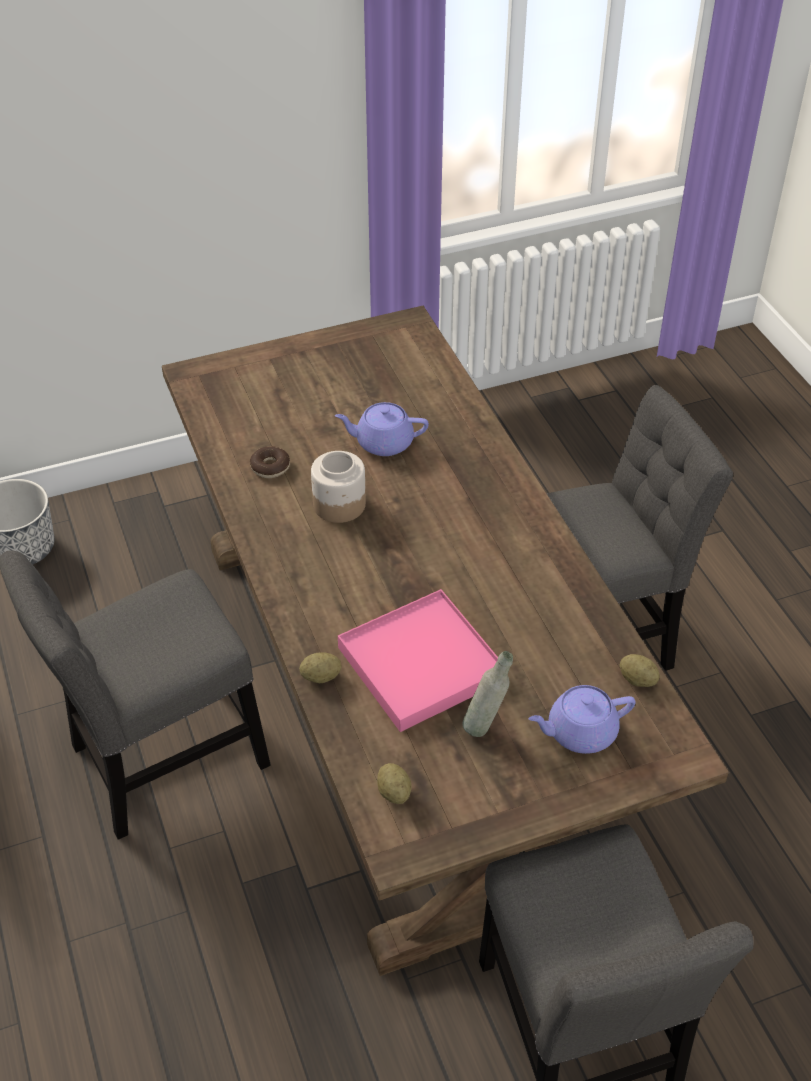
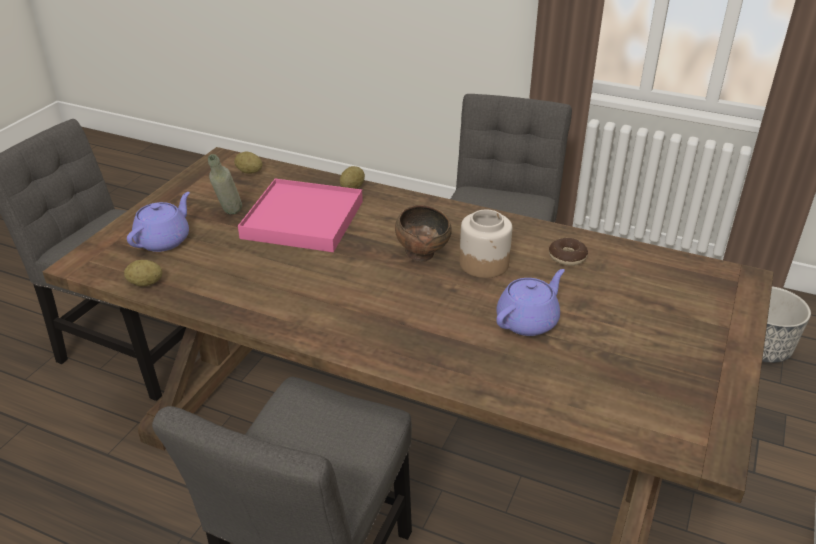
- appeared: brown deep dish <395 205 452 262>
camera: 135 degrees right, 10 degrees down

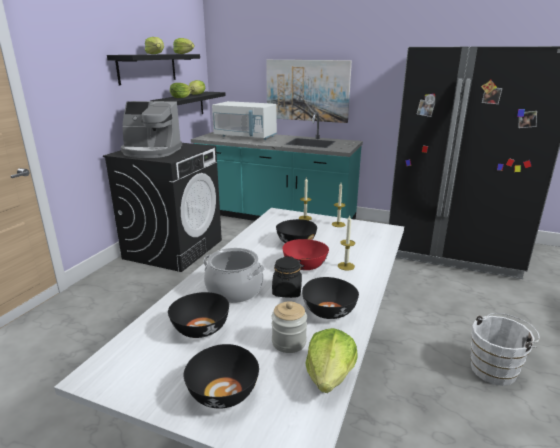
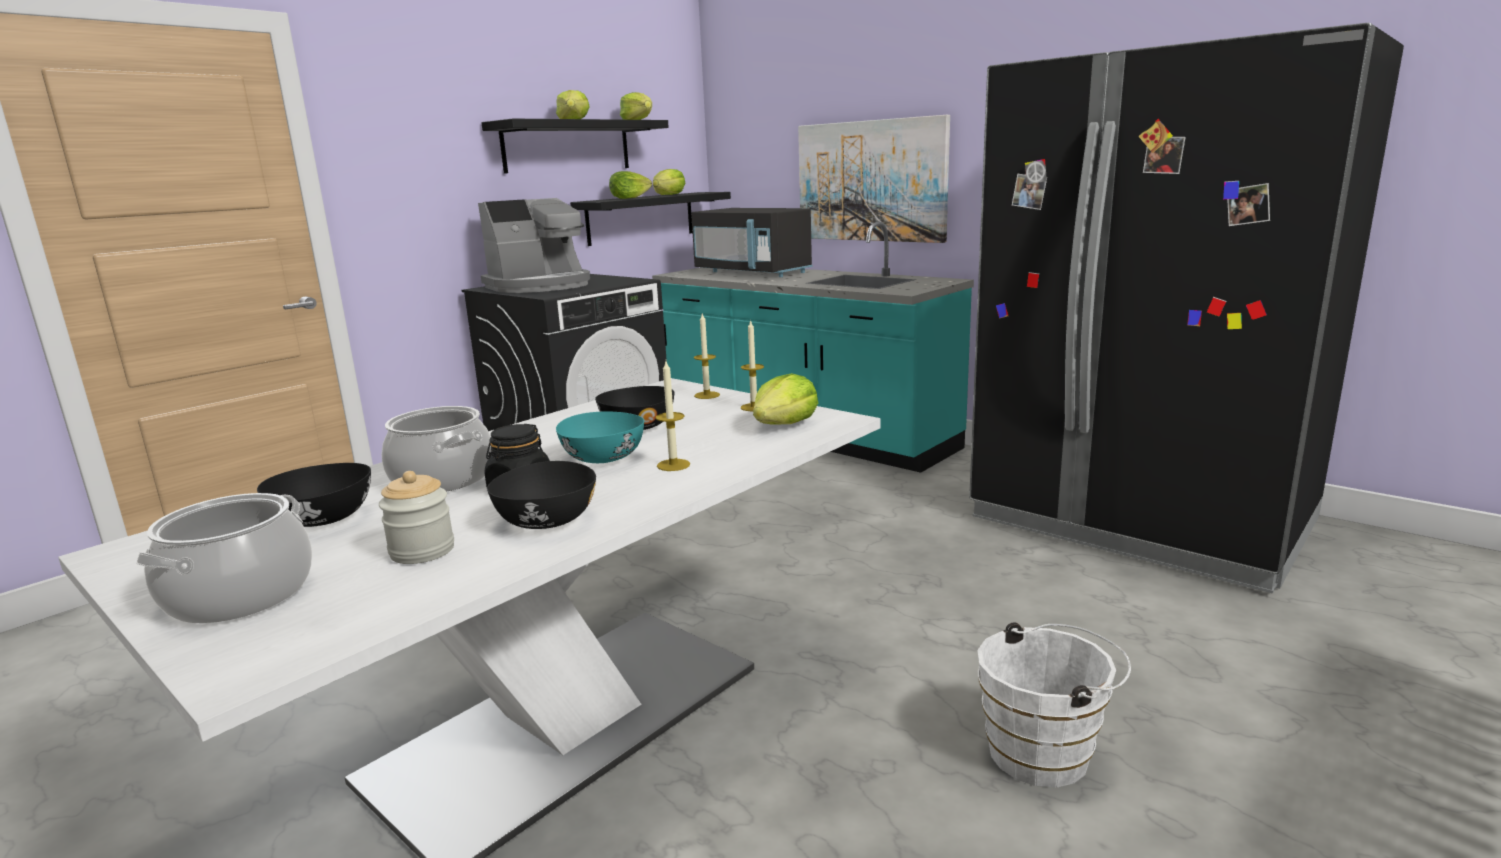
- spun: coffee brewer <121 101 182 158> = <478 198 590 293> 60 degrees counterclockwise
- exchanged: blackish deep dish <184 344 259 409> to saucepot <136 493 312 624>
- colour: white-coloured microwave oven <212 101 277 140> to blackish microwave oven <691 208 812 277>
- colour: reddish deep dish <283 239 329 270> to turquoise-coloured deep dish <556 412 644 463>
- relocated: lettuce head <305 328 358 393> to <753 373 818 425>
camera: 20 degrees right, 5 degrees down

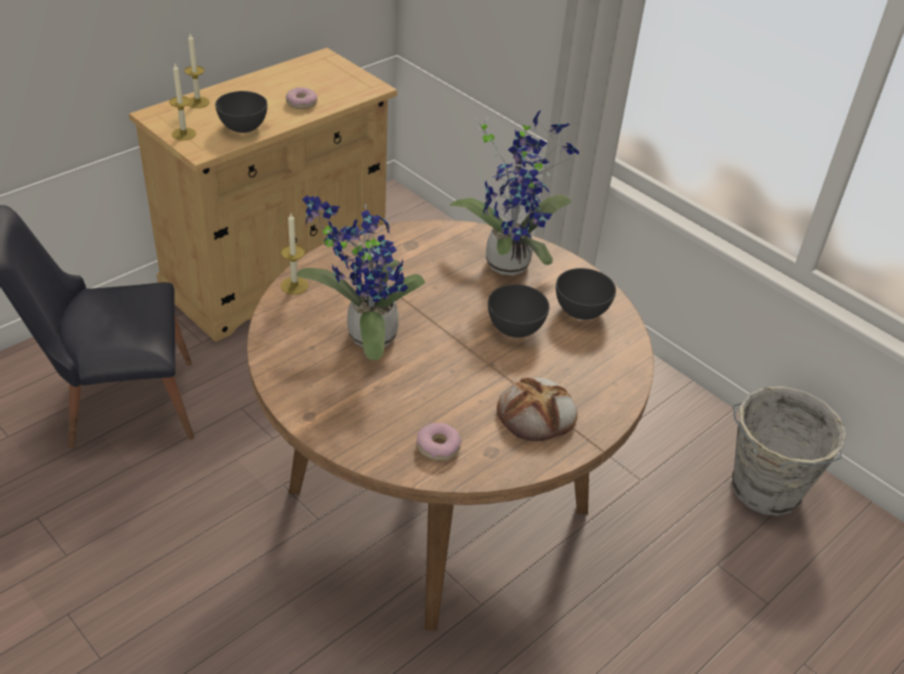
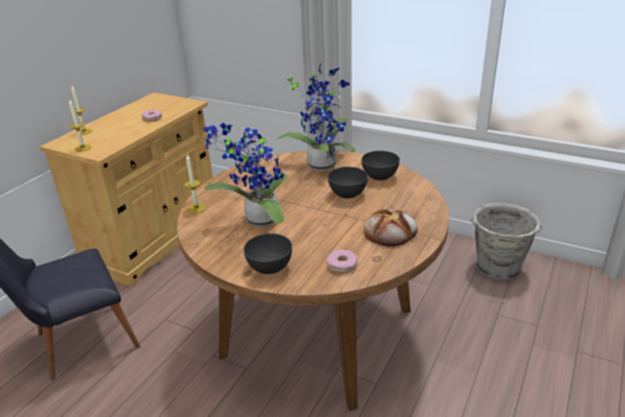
- relocated: greyish deep dish <215 91 267 133> to <244 233 292 274>
camera: 15 degrees left, 10 degrees down

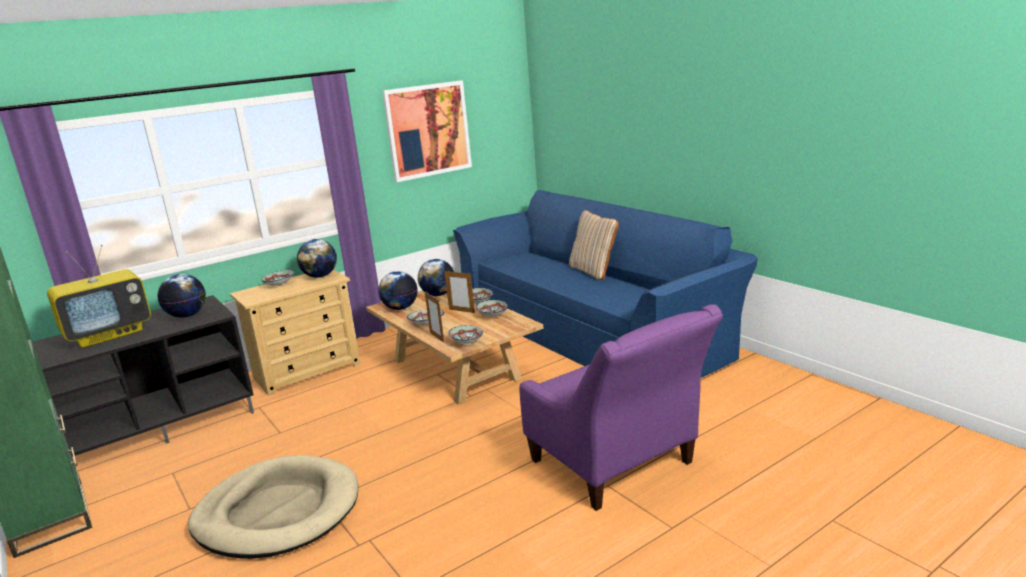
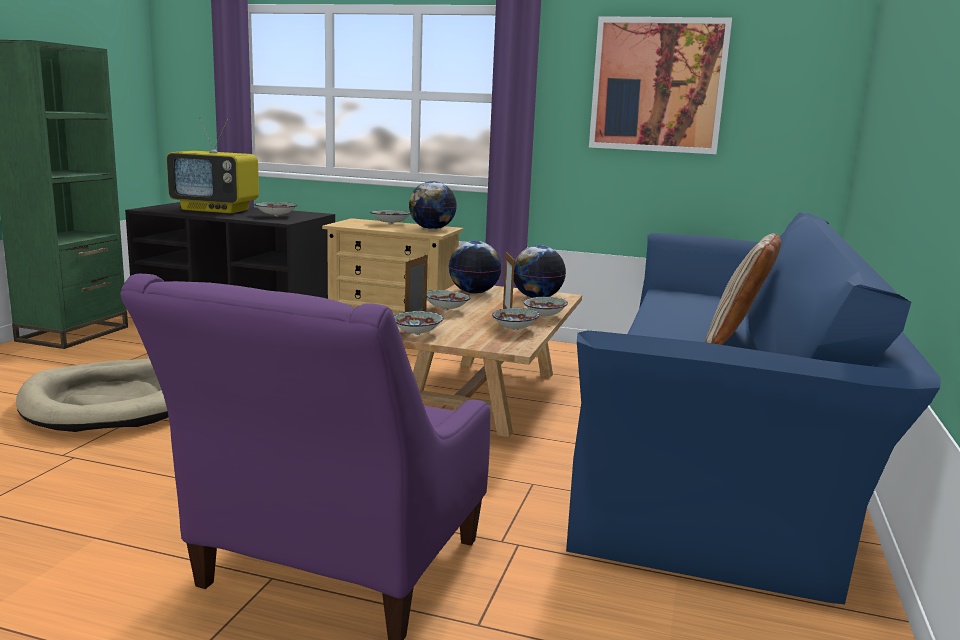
- exchanged: desk globe <157 274 206 318> to deep dish <254 202 298 217>
camera: 50 degrees right, 5 degrees down

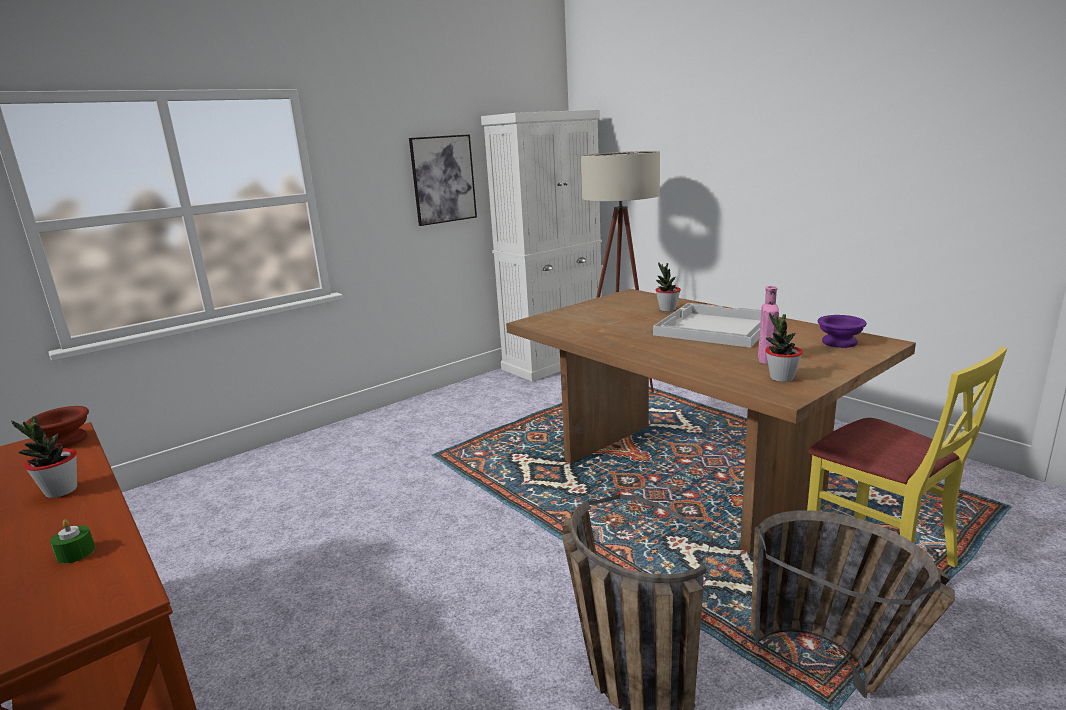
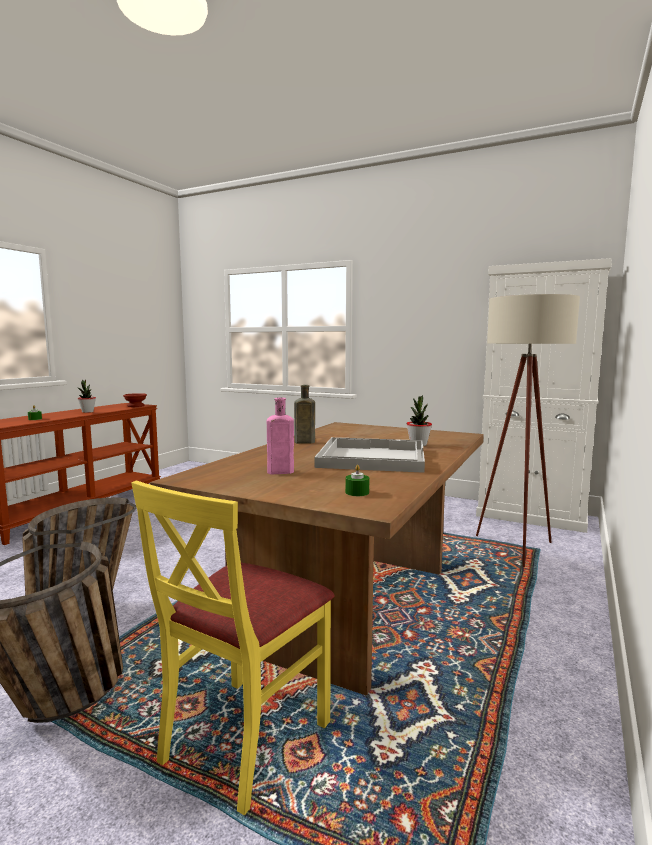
- missing: wall picture <409 134 477 226>
- missing: potted plant <765 313 803 382>
- exchanged: purple deep dish <818 315 867 348> to green-coloured wax light <345 465 369 496>
- appeared: brown bottle <294 385 315 444>
camera: 65 degrees right, 10 degrees down

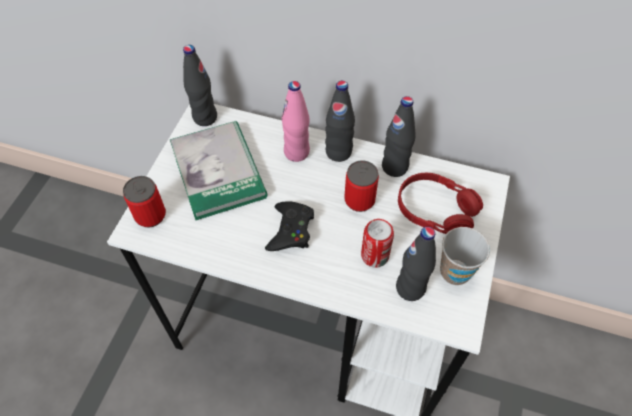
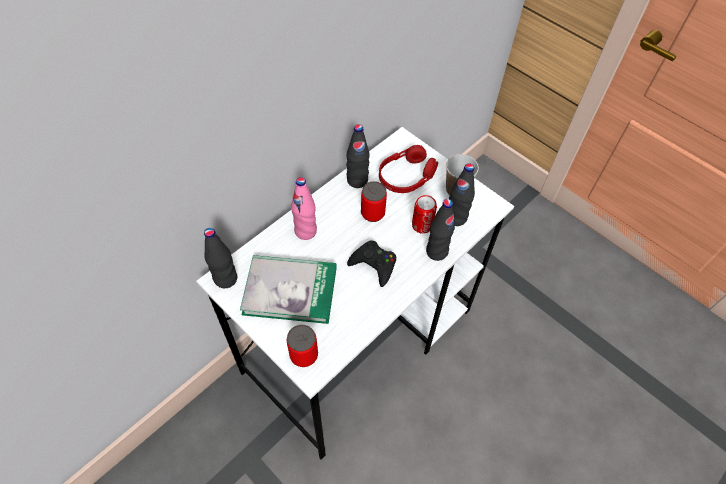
- relocated: blackish bottle <325 81 355 162> to <426 199 455 261>
camera: 65 degrees left, 0 degrees up

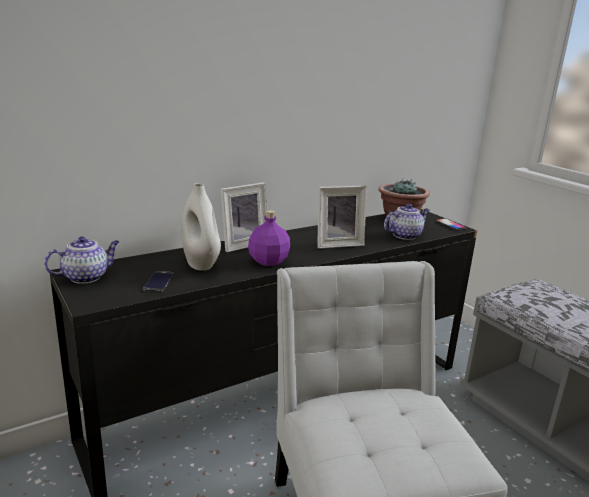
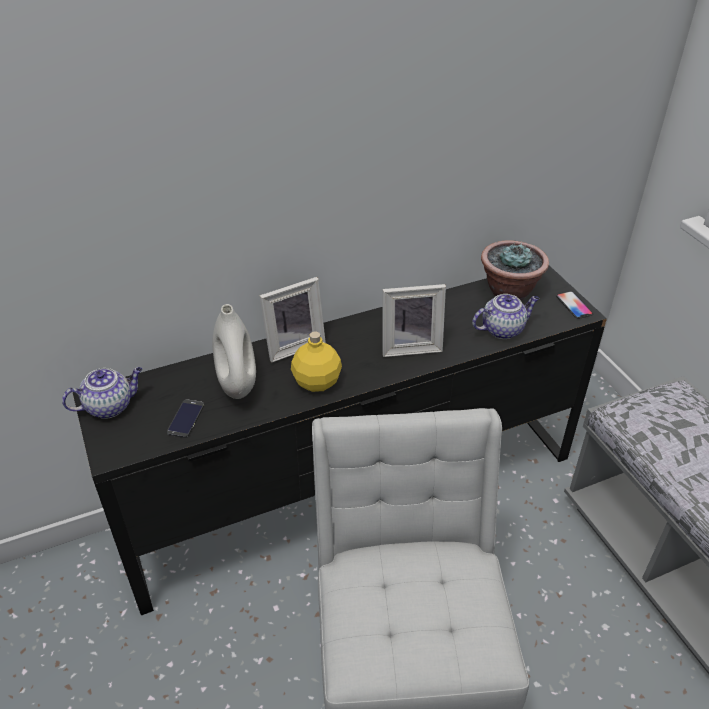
- colour: purple bottle <248 210 290 266> to yellow-coloured bottle <291 331 342 392>
camera: 10 degrees right, 20 degrees up

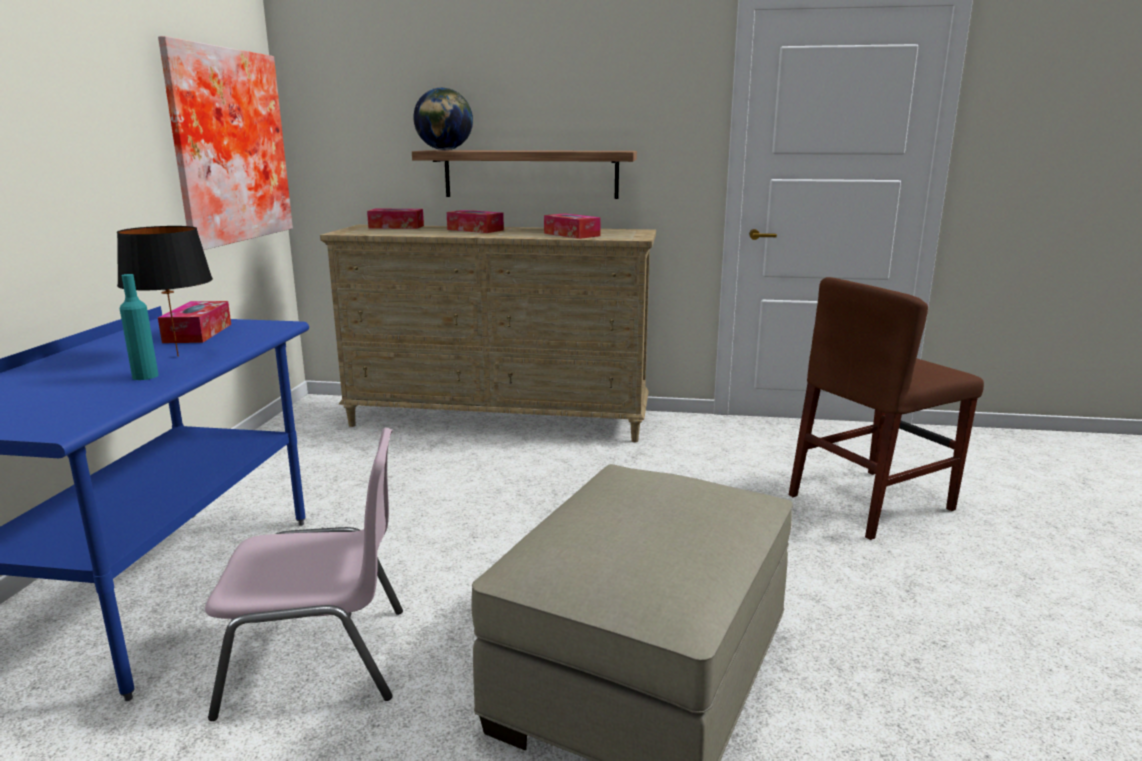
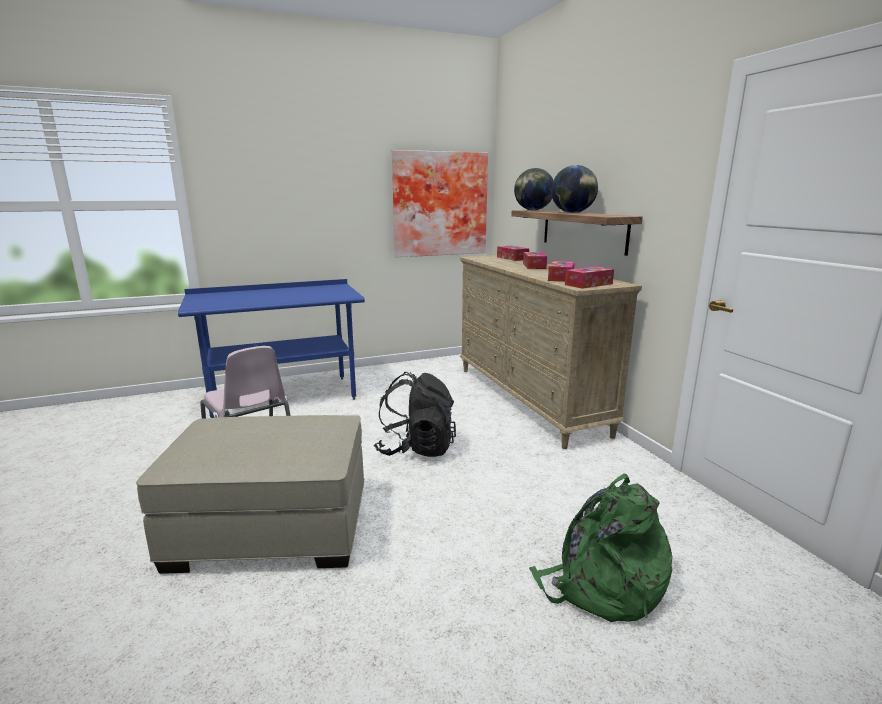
- missing: blackish lamp for a table <117 226 213 357>
- missing: turquoise-coloured bottle <120 274 159 380>
- relocated: tissue box <158 301 231 343> to <565 267 614 289>
- exchanged: brown plain chair <789 277 984 540> to green-coloured rucksack <529 473 673 622>
- appeared: blackish rucksack <374 372 456 457>
- appeared: desk globe <551 165 598 213>
camera: 60 degrees right, 0 degrees up

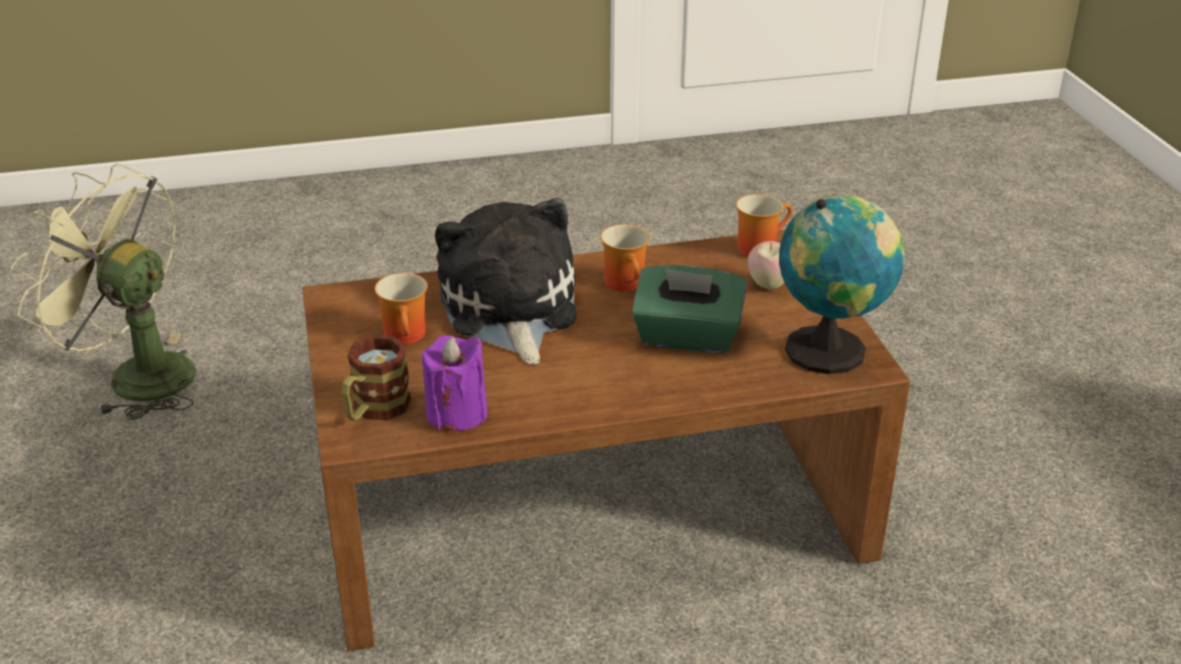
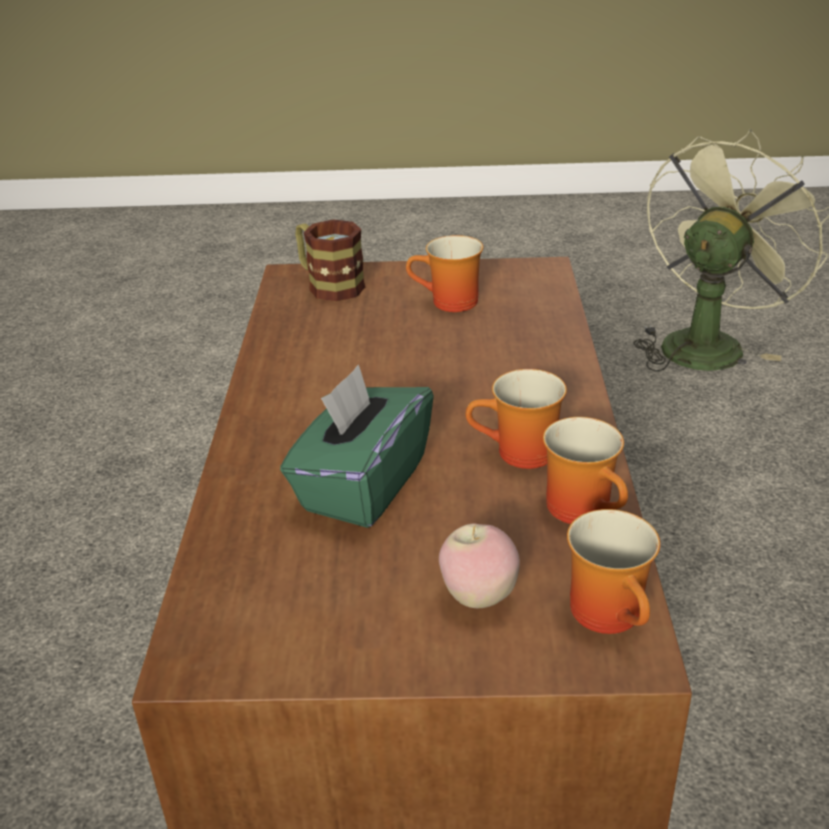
- missing: purple wax light <422 335 487 431>
- missing: soft toy <435 198 576 364>
- missing: desk globe <779 195 904 374>
- appeared: mug <543 417 628 524>
camera: 105 degrees right, 0 degrees up

